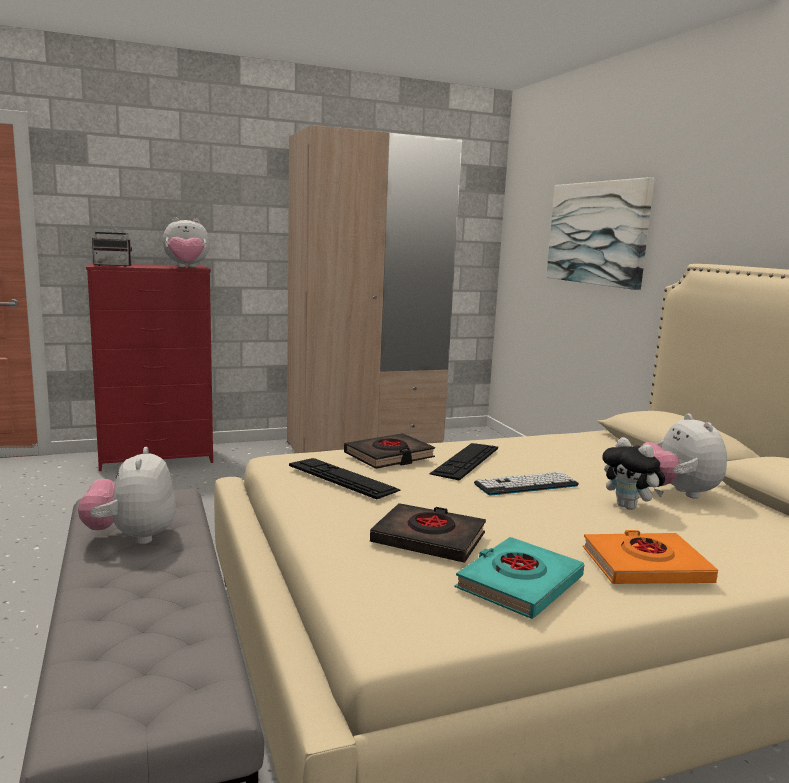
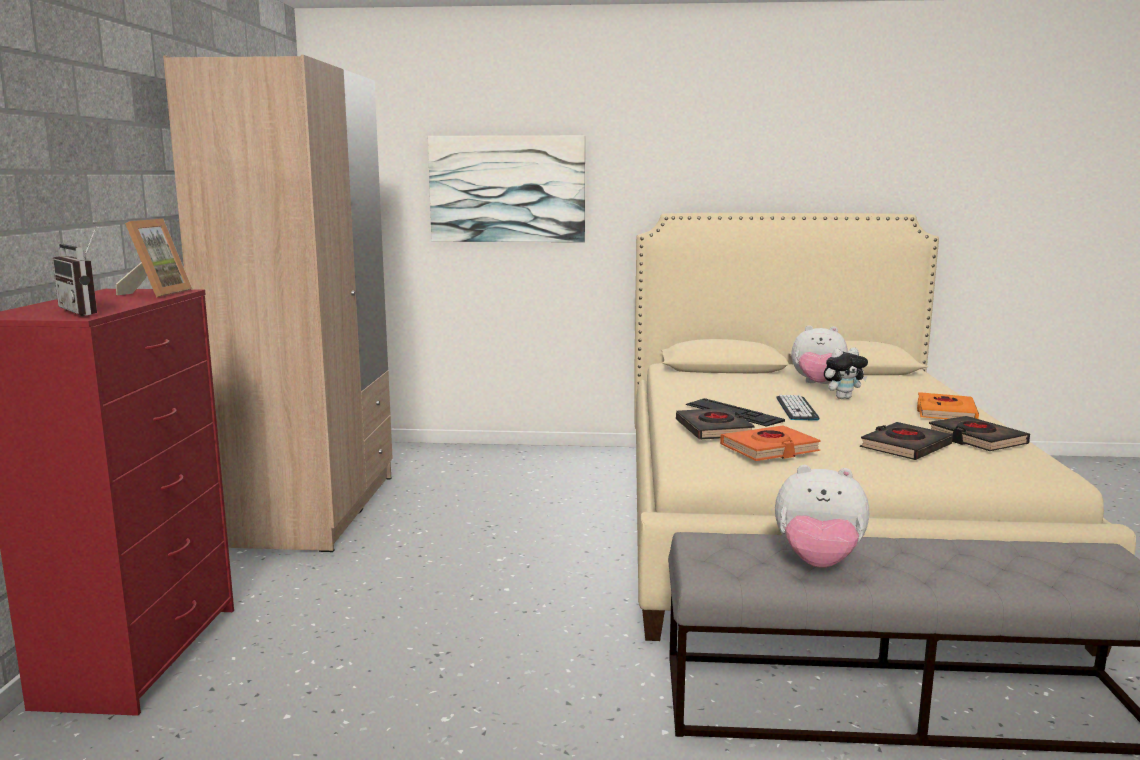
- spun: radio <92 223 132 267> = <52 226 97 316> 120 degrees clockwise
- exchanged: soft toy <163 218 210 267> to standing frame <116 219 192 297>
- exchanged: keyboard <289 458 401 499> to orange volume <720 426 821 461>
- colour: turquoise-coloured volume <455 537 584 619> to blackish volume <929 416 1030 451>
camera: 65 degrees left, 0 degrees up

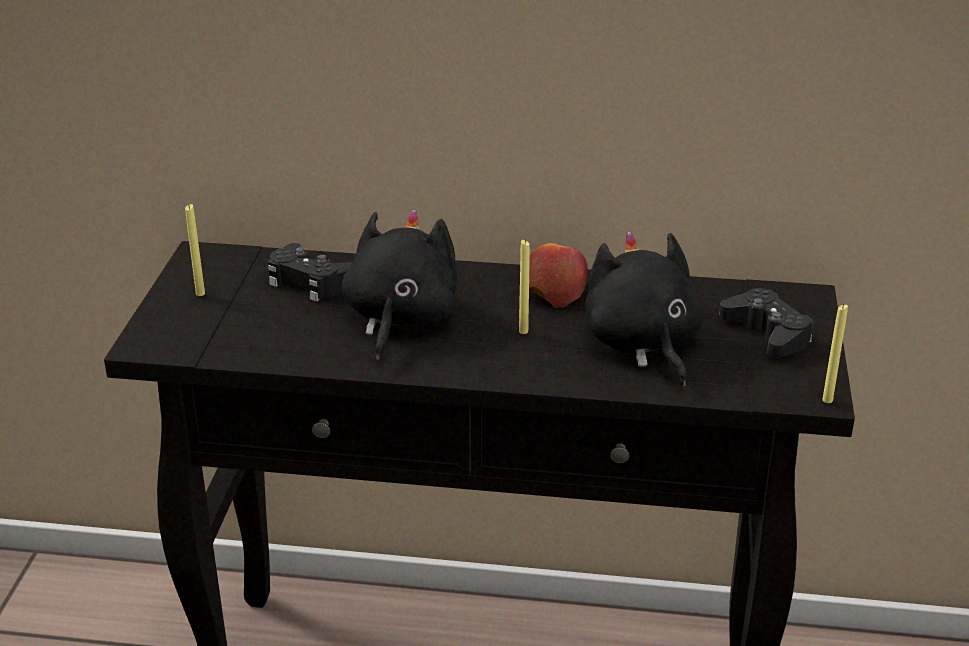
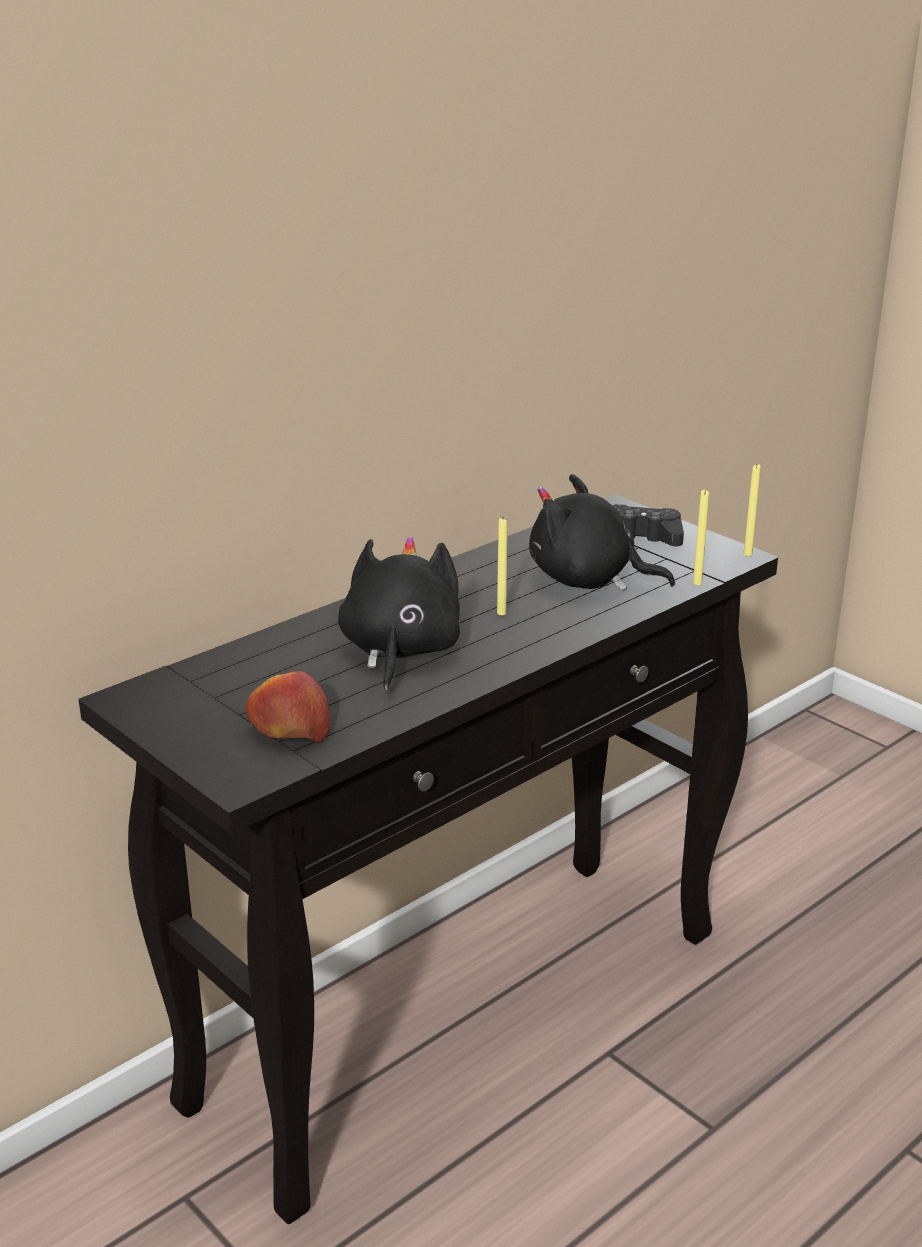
- relocated: yellow-coloured wax light <185 204 205 296> to <693 489 709 585>
- missing: blackish game controller <268 243 352 302>
- spun: blackish soft toy <342 210 457 360> = <338 536 460 691> 45 degrees clockwise
- relocated: apple fruit <529 243 588 308> to <245 671 330 742>
camera: 50 degrees left, 5 degrees down

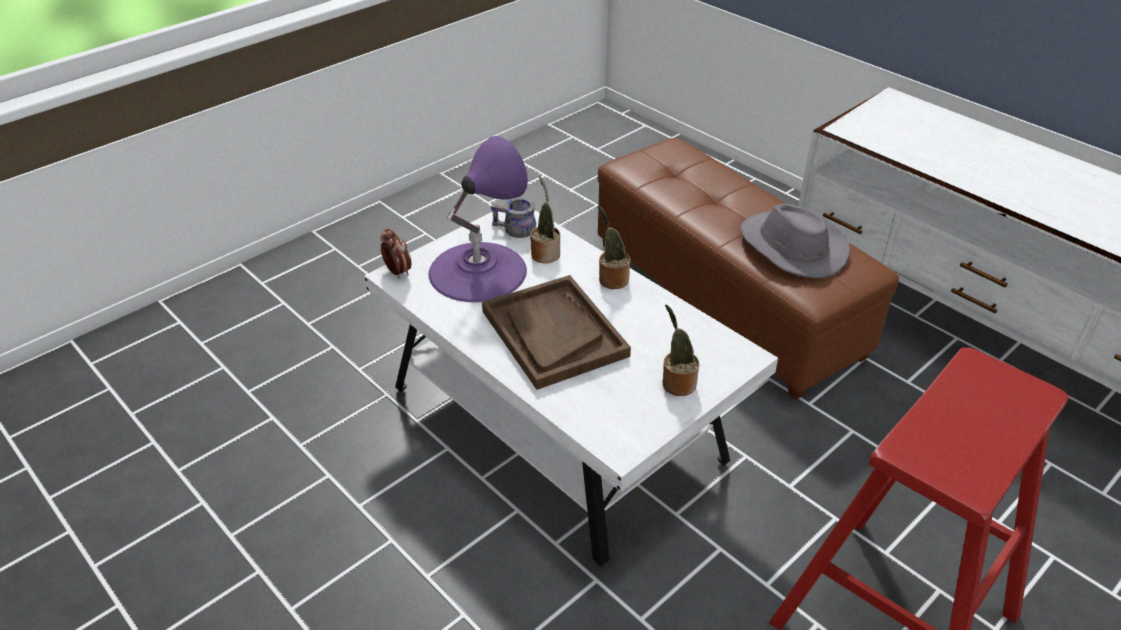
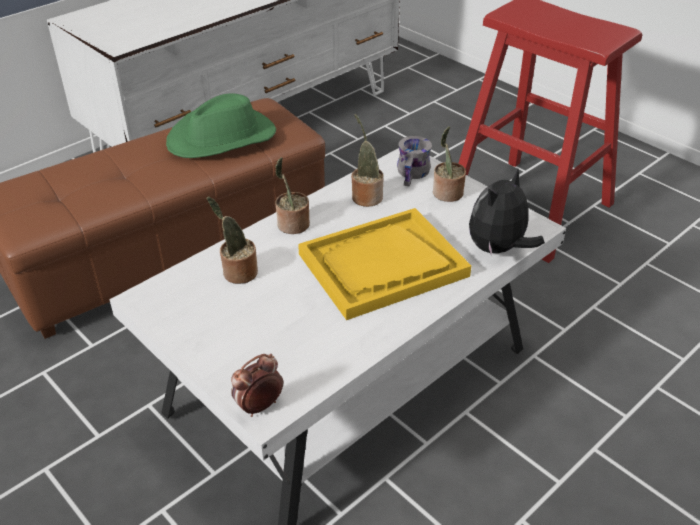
- missing: purple lamp for a table <428 136 528 302>
- colour: brown serving tray <482 275 631 390> to yellow-coloured serving tray <298 208 471 320>
- relocated: greyish mug <491 197 536 238> to <397 136 432 187>
- colour: greyish wearable hat <741 204 850 278> to green-coloured wearable hat <166 93 276 158>
- appeared: potted plant <351 114 384 207>
- appeared: soft toy <469 169 545 256>
camera: 90 degrees left, 0 degrees up

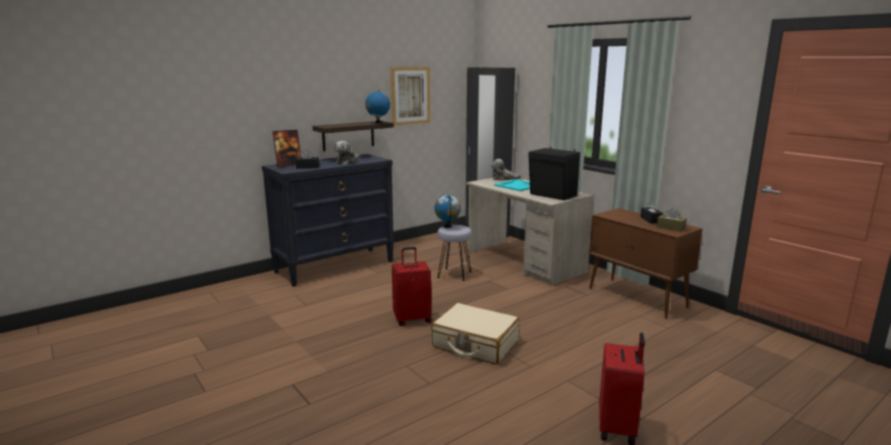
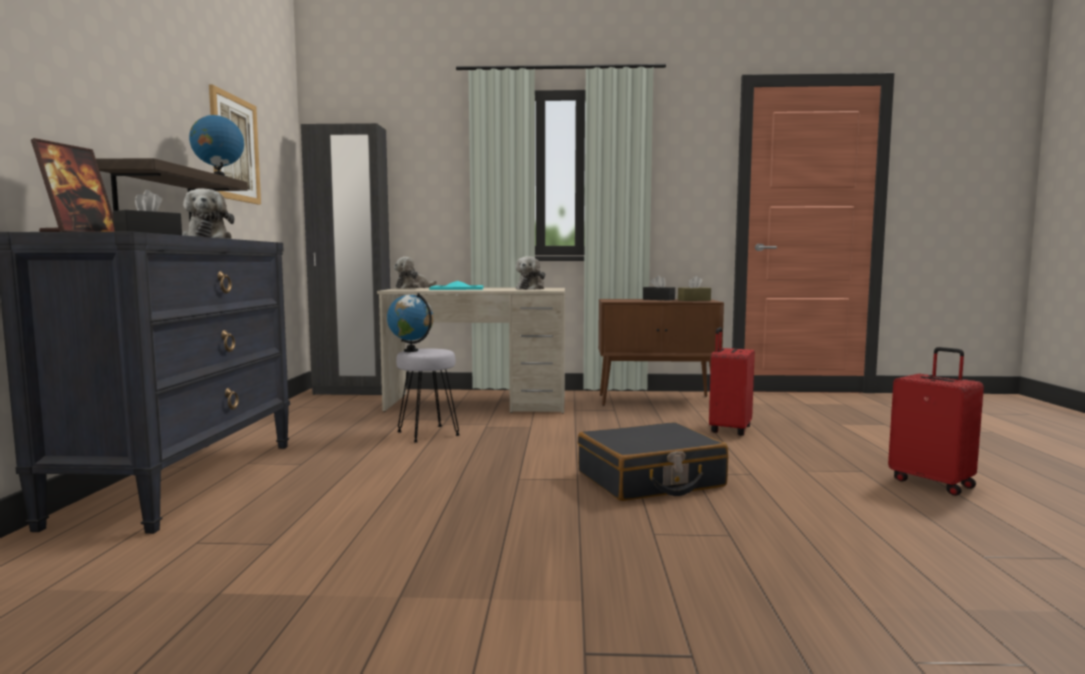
- relocated: reddish travel case <392 247 432 326> to <709 327 755 436>
- colour: beige travel case <431 303 520 364> to blackish travel case <578 422 728 501>
- exchanged: blackish speaker <528 148 580 200> to soft toy <516 256 545 290>
camera: 50 degrees left, 10 degrees down

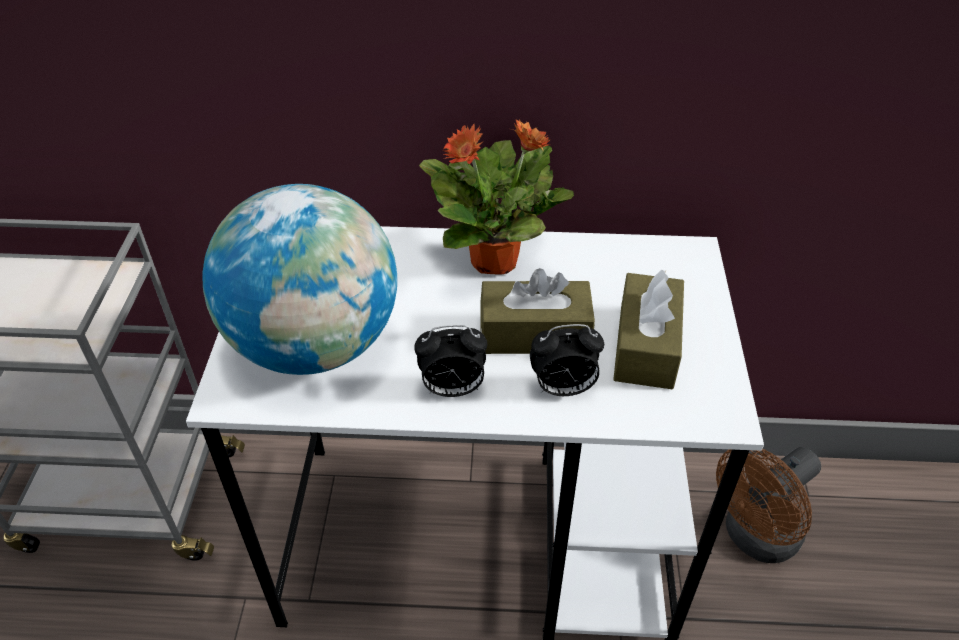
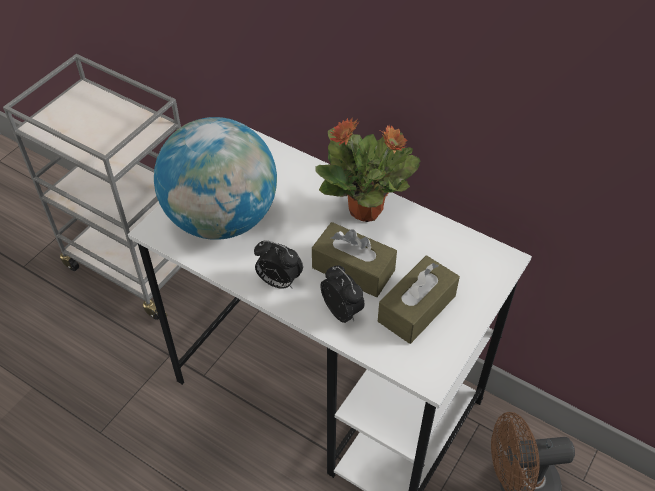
- spun: table clock <530 324 604 396> = <320 266 364 323> 150 degrees counterclockwise
camera: 30 degrees right, 5 degrees up

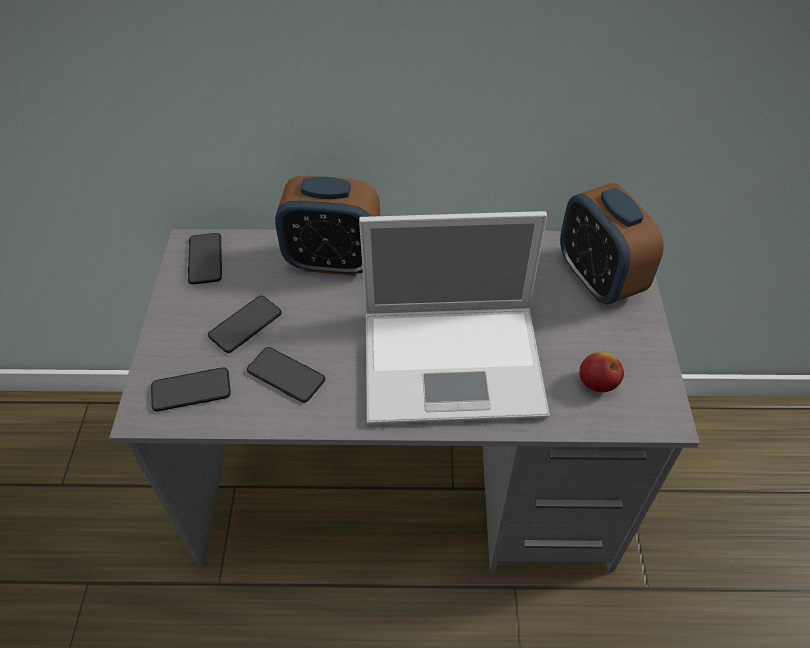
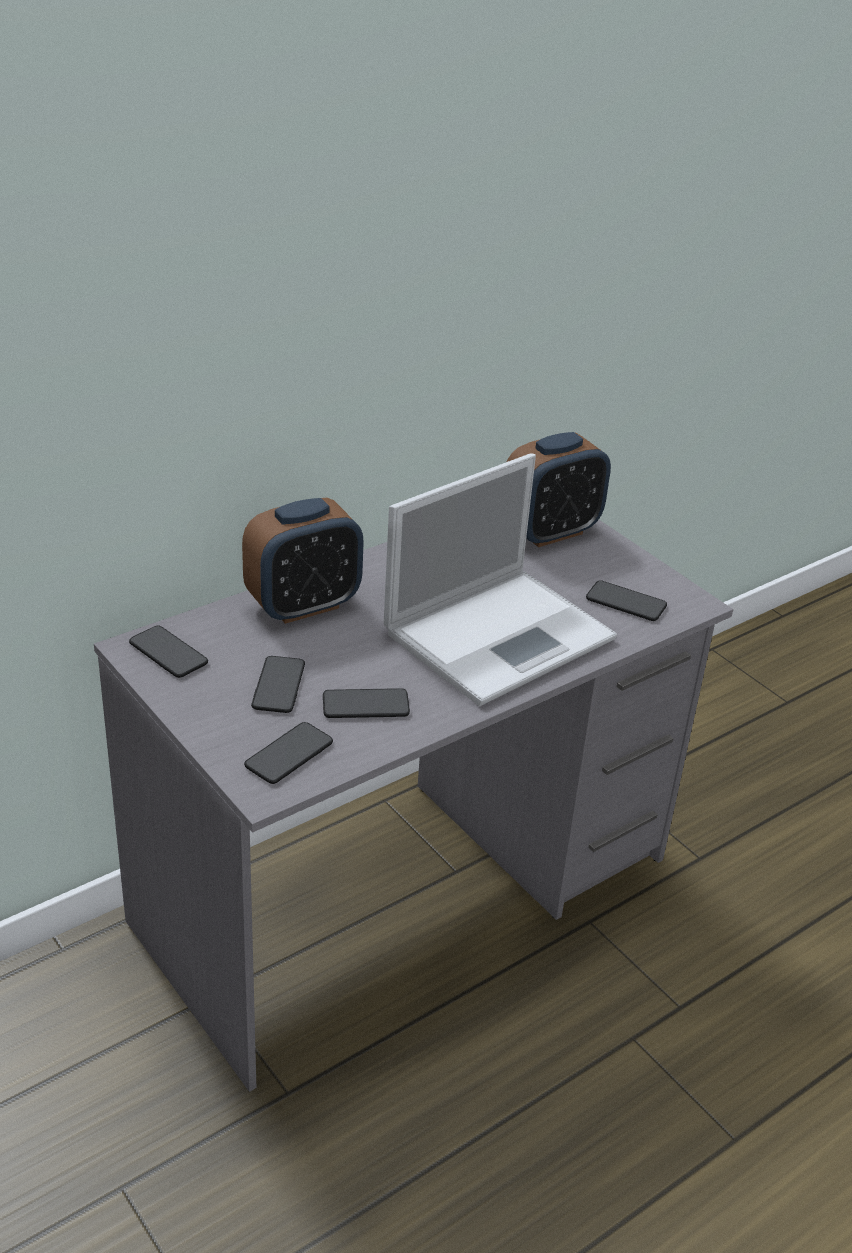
- spun: table clock <560 183 664 304> = <507 432 611 547> 60 degrees counterclockwise
- exchanged: apple fruit <579 352 624 392> to phone <586 580 667 621>
camera: 40 degrees left, 15 degrees down

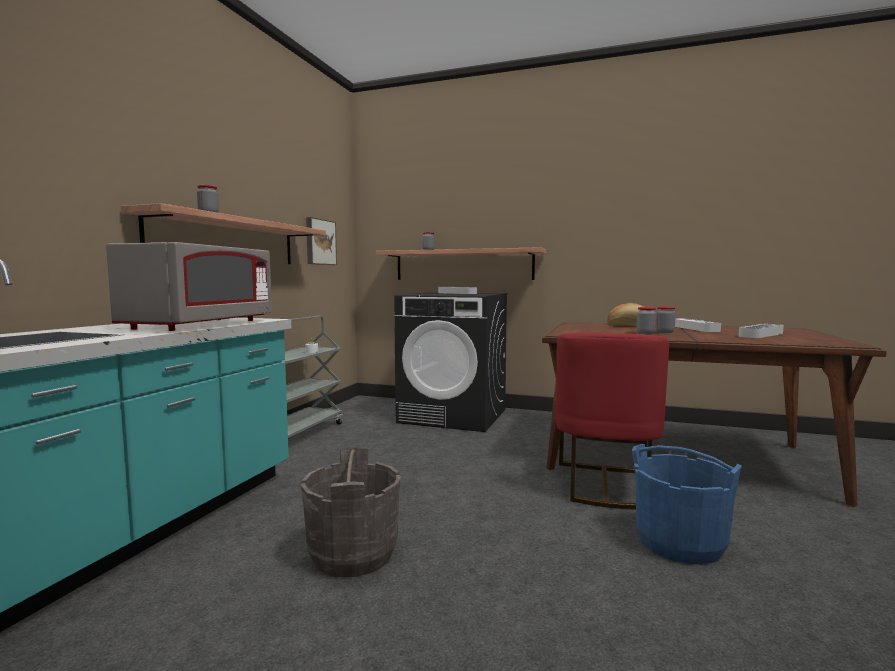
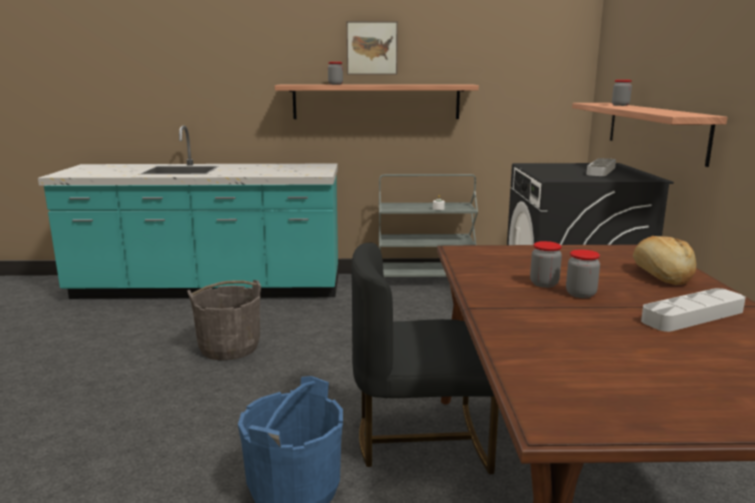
- missing: greyish microwave oven <106 242 272 331>
- relocated: wall picture <306 217 337 265> to <347 21 398 75>
- colour: reddish plain chair <556 333 669 510> to blackish plain chair <351 243 499 474>
- missing: greyish serving tray <739 324 784 338>
camera: 70 degrees right, 10 degrees up

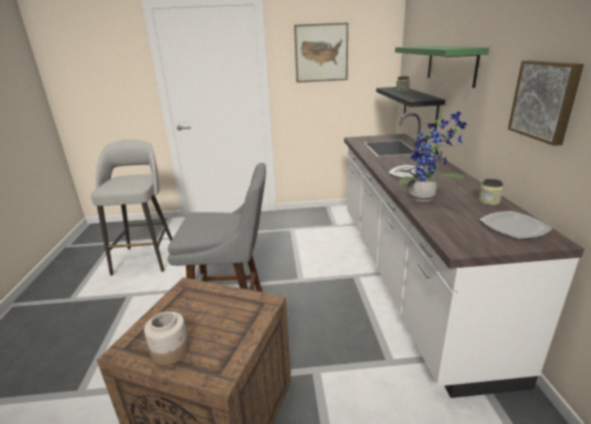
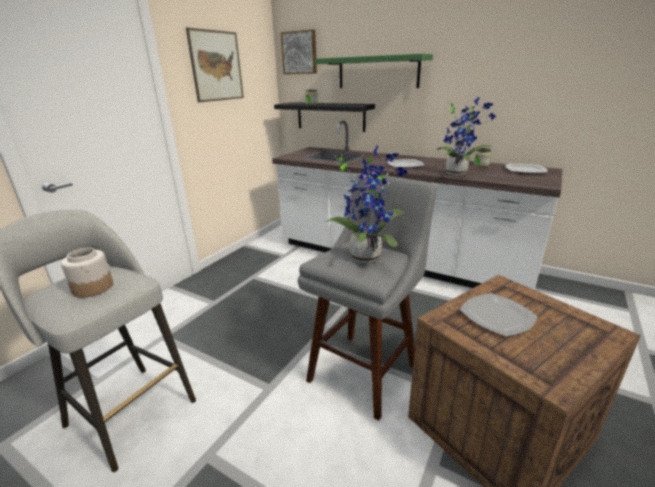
- relocated: preserve jar <144 312 189 365> to <61 248 113 298>
- relocated: wall picture <508 60 584 146> to <281 29 317 74>
- appeared: potted plant <325 146 408 263>
- appeared: dinner plate <460 293 538 337>
camera: 55 degrees left, 0 degrees up

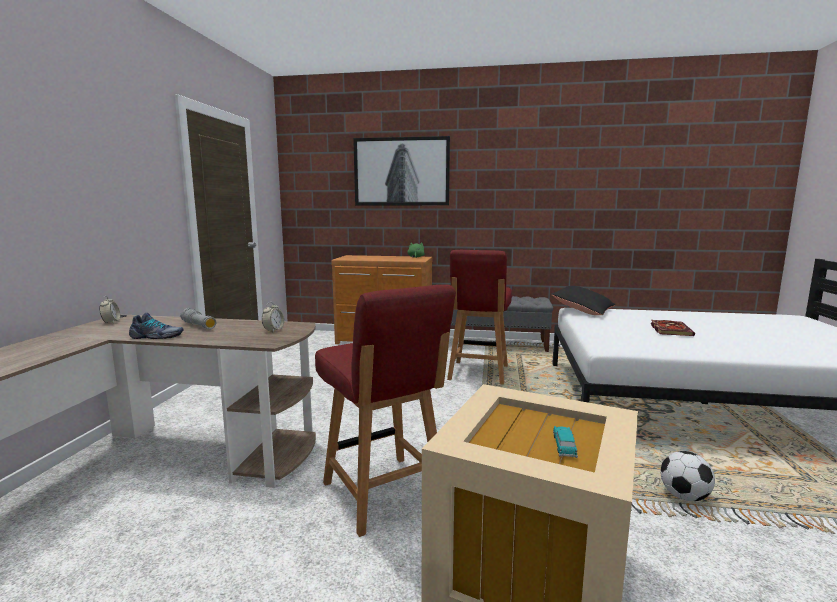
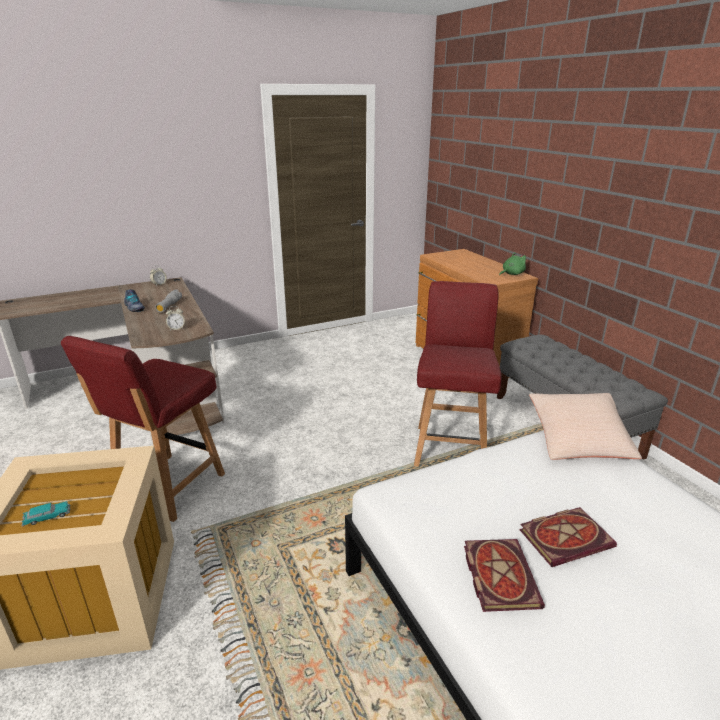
- missing: wall picture <353 136 450 205>
- spun: reddish plain chair <447 250 512 385> = <414 281 502 466> 120 degrees clockwise
- colour: blackish pillow <551 286 615 315> to beige pillow <529 393 642 460>
- missing: football <660 451 715 501>
- appeared: volume <464 539 545 612>
camera: 55 degrees right, 15 degrees up

